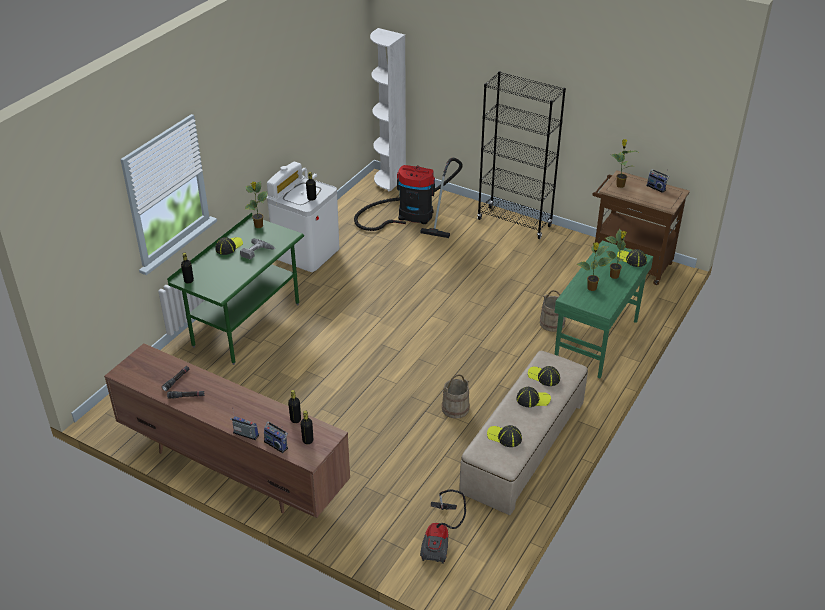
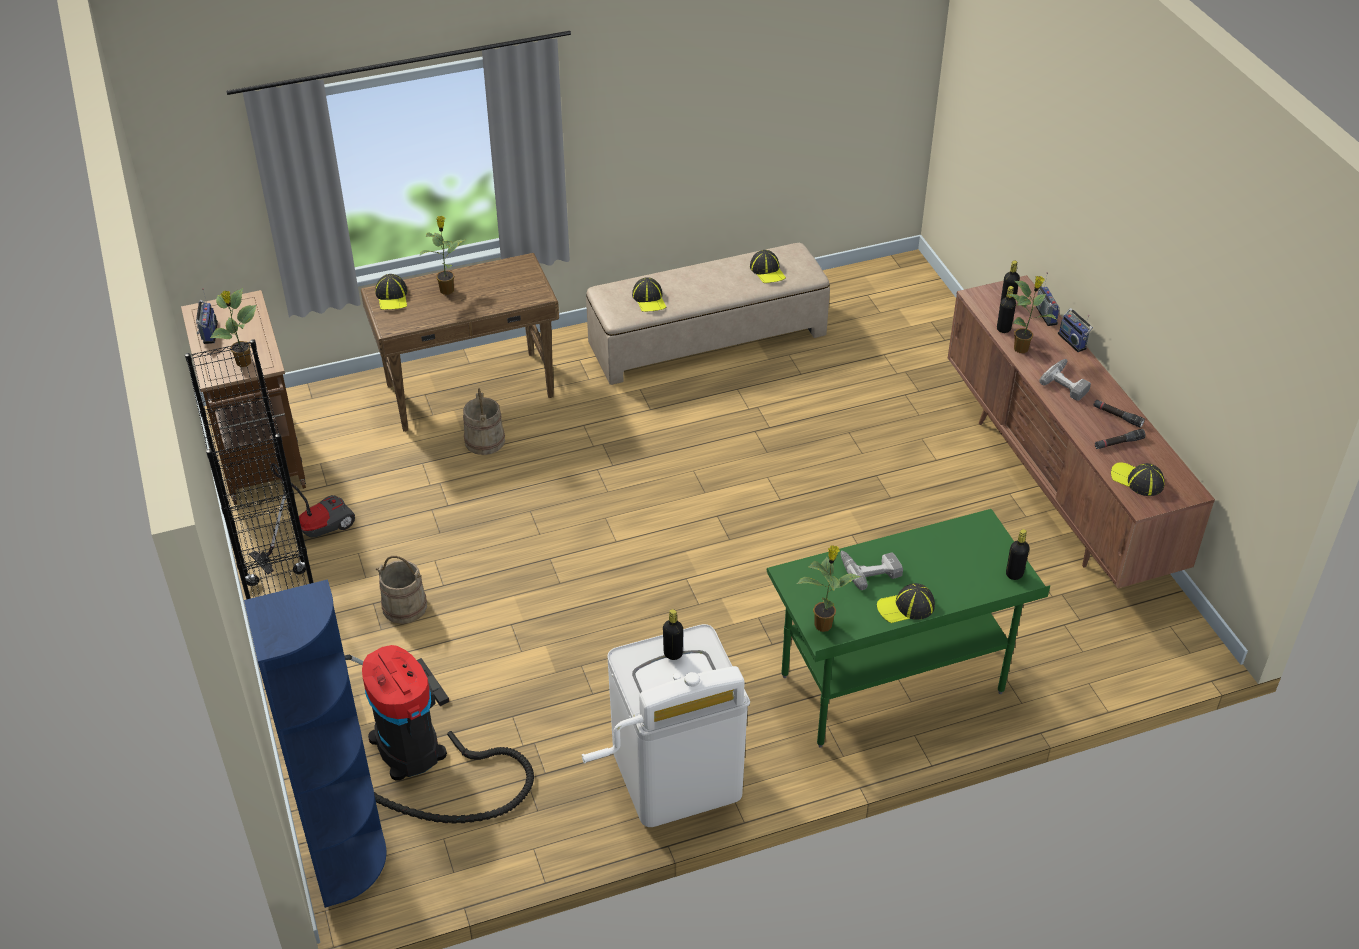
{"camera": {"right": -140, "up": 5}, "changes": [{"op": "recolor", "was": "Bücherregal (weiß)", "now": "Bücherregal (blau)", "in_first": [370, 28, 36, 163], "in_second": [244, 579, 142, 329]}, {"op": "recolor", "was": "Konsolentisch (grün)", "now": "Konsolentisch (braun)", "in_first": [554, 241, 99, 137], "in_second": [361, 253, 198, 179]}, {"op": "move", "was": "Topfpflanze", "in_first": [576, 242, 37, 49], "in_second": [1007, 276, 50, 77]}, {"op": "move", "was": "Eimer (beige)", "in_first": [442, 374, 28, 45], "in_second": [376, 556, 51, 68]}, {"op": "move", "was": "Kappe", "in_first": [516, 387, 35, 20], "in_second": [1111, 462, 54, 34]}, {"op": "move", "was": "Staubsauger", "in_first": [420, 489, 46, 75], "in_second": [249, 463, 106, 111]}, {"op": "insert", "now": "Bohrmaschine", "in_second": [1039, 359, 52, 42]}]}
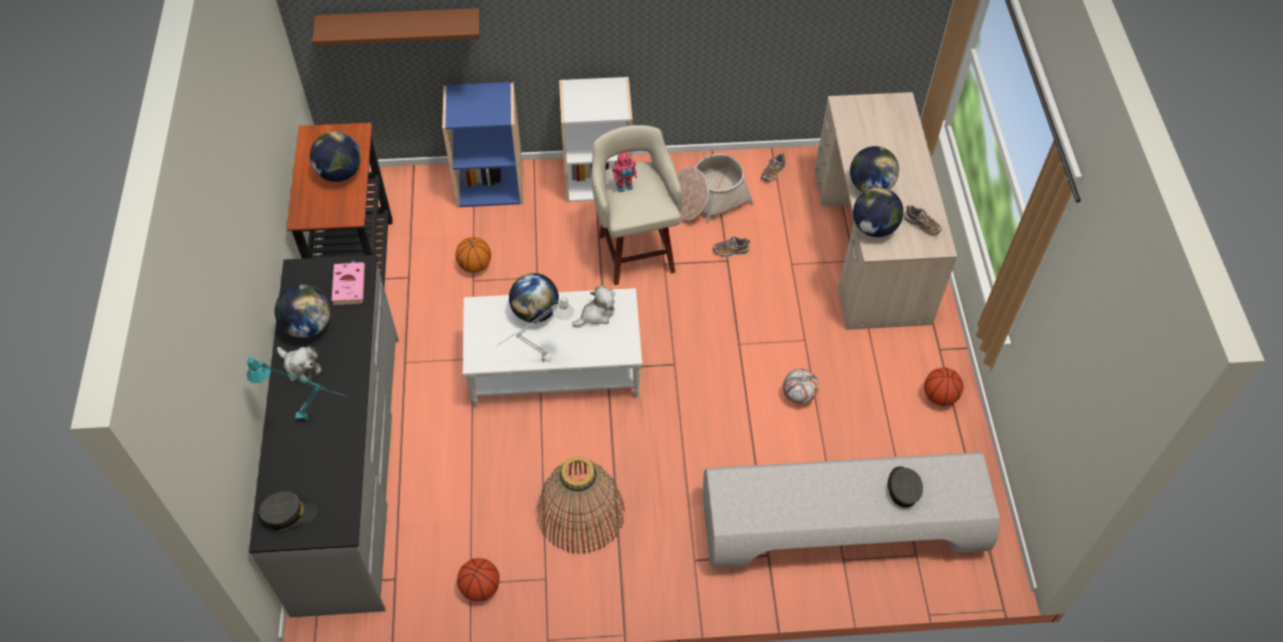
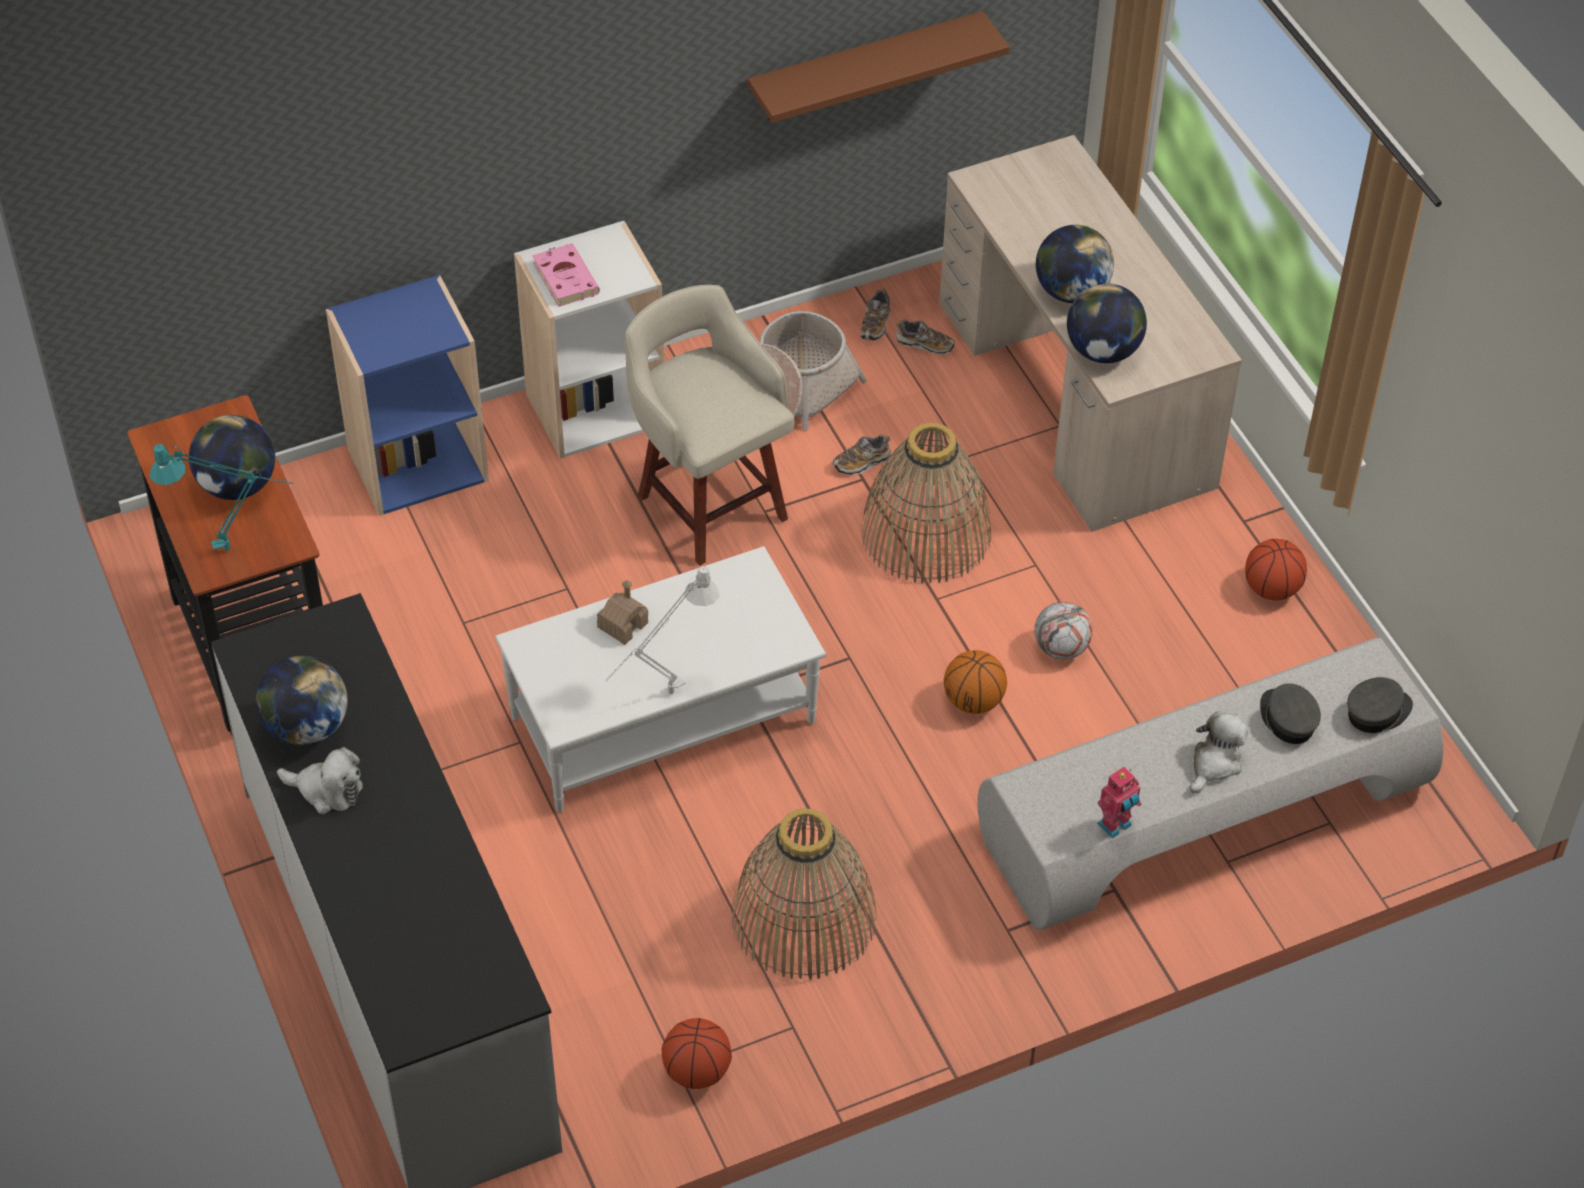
{"camera": {"right": -20, "up": -5}, "changes": [{"op": "move", "was": "Wandregal (braun)", "in_first": [312, 8, 168, 38], "in_second": [747, 11, 263, 112]}, {"op": "move", "was": "Spielzeugroboter", "in_first": [612, 152, 25, 40], "in_second": [1097, 767, 44, 72]}, {"op": "move", "was": "Schuh", "in_first": [904, 205, 38, 31], "in_second": [896, 319, 59, 36]}, {"op": "move", "was": "Basketball", "in_first": [455, 237, 36, 36], "in_second": [944, 650, 63, 64]}, {"op": "move", "was": "Buch (rosa)", "in_first": [332, 261, 33, 44], "in_second": [532, 243, 68, 64]}, {"op": "replace", "was": "Globus", "now": "Spielzeughaus", "in_first": [509, 273, 50, 50], "in_second": [597, 580, 51, 65]}, {"op": "move", "was": "Plüschtier", "in_first": [572, 285, 43, 43], "in_second": [1190, 711, 58, 82]}, {"op": "move", "was": "Tischlampe (türkis)", "in_first": [246, 357, 98, 63], "in_second": [149, 444, 145, 107]}, {"op": "move", "was": "Kappe (grau)", "in_first": [259, 491, 58, 39], "in_second": [1347, 677, 66, 56]}, {"op": "insert", "now": "Korb", "in_second": [861, 422, 130, 162]}]}
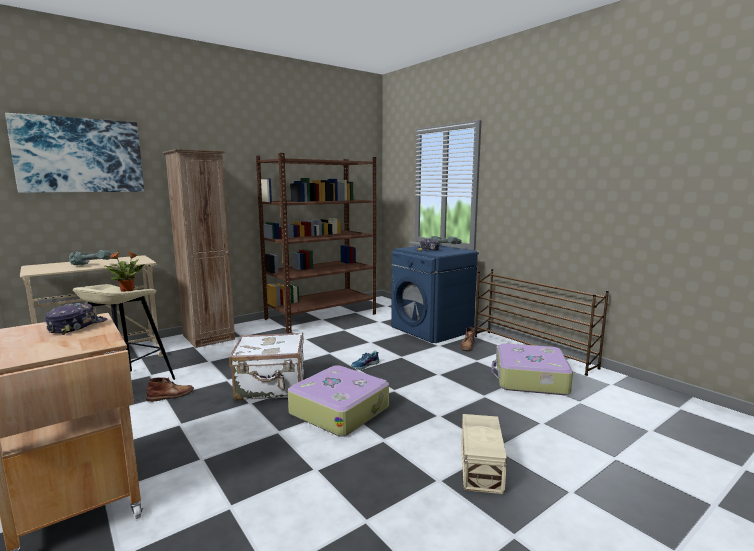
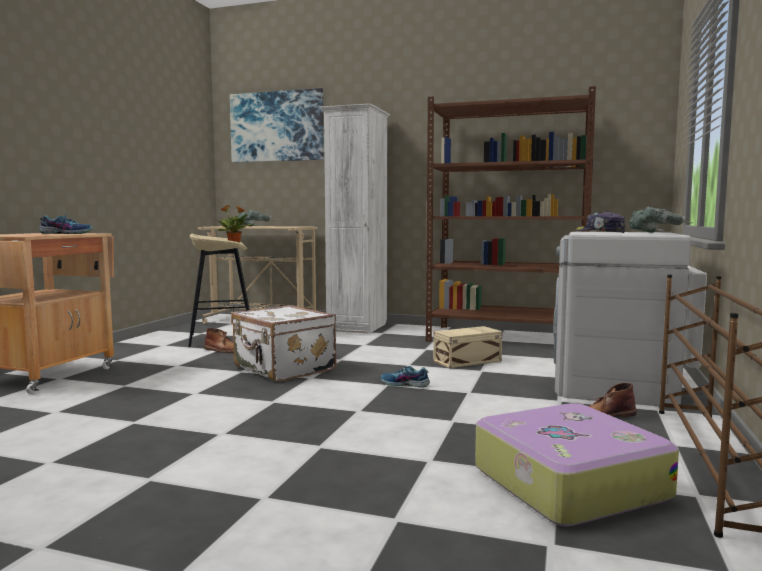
{"camera": {"right": 55, "up": -5}, "changes": [{"op": "recolor", "was": "Schrank (braun)", "now": "Schrank (weiß)", "in_first": [162, 149, 73, 199], "in_second": [320, 104, 70, 230]}, {"op": "recolor", "was": "Waschmaschine (blau)", "now": "Waschmaschine (weiß)", "in_first": [391, 246, 87, 97], "in_second": [553, 232, 138, 174]}, {"op": "replace", "was": "Kappe", "now": "Schuh", "in_first": [45, 303, 62, 32], "in_second": [39, 213, 54, 21]}, {"op": "delete", "was": "Koffer", "in_first": [288, 365, 101, 71]}, {"op": "move", "was": "Aufbewahrungsbox (beige)", "in_first": [461, 414, 46, 80], "in_second": [433, 326, 69, 42]}]}
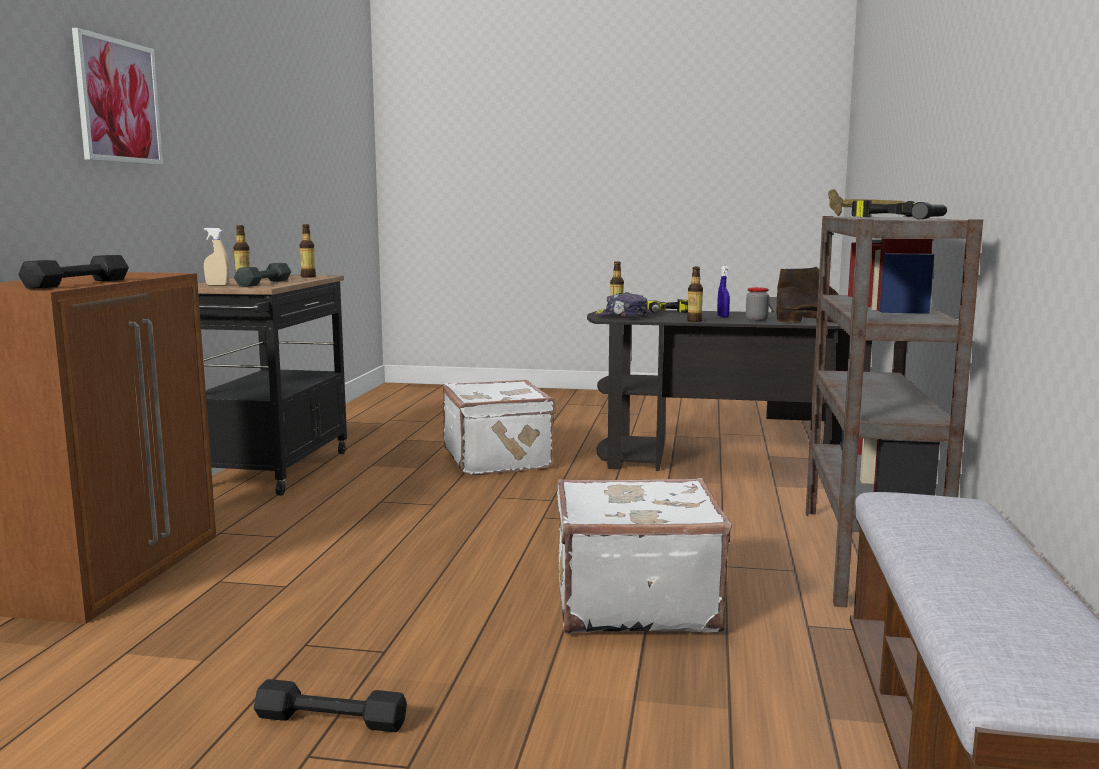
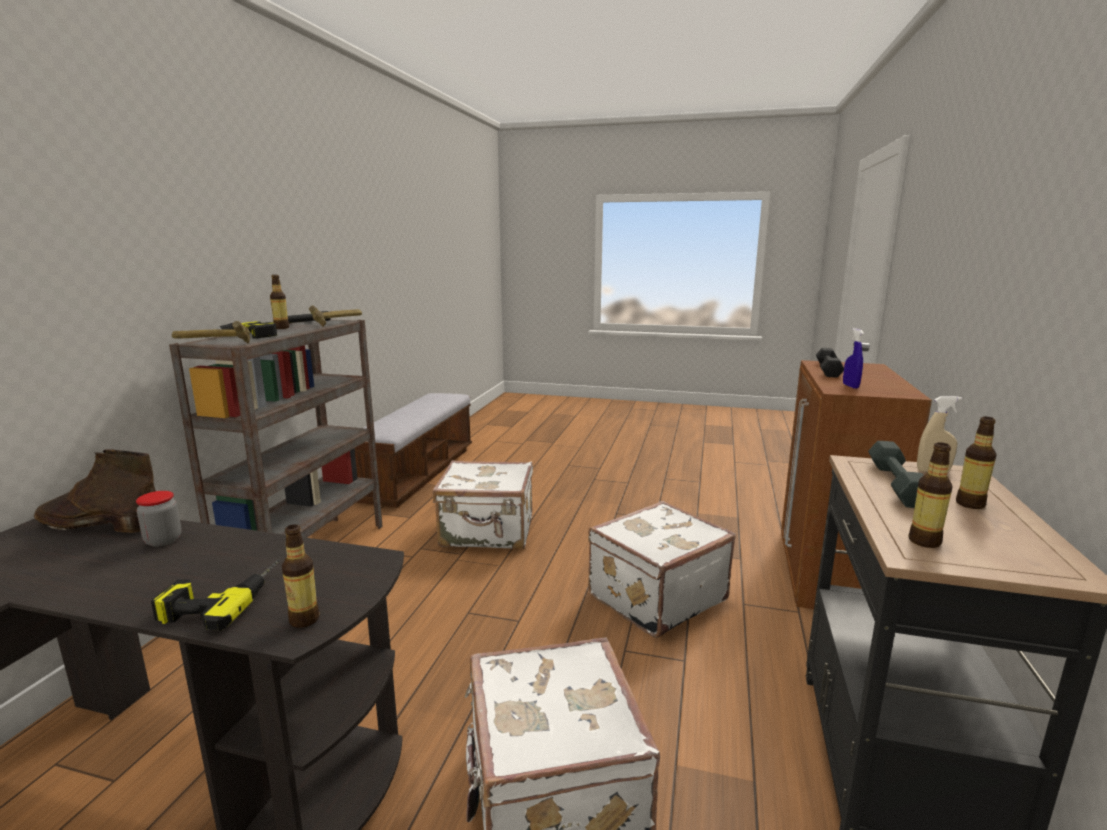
{"camera": {"right": -175, "up": 5}, "changes": [{"op": "delete", "was": "Bild", "in_first": [72, 28, 91, 137]}, {"op": "move", "was": "Sprühflasche (blau)", "in_first": [717, 266, 13, 52], "in_second": [843, 328, 21, 61]}, {"op": "move", "was": "Flasche", "in_first": [687, 267, 16, 55], "in_second": [270, 275, 19, 54]}, {"op": "delete", "was": "Kappe", "in_first": [595, 292, 54, 26]}, {"op": "delete", "was": "Hantel (schwarz)", "in_first": [254, 679, 153, 53]}, {"op": "insert", "now": "Hammer", "in_second": [309, 305, 53, 22]}, {"op": "insert", "now": "Koffer (weiß)", "in_second": [588, 501, 148, 137]}]}
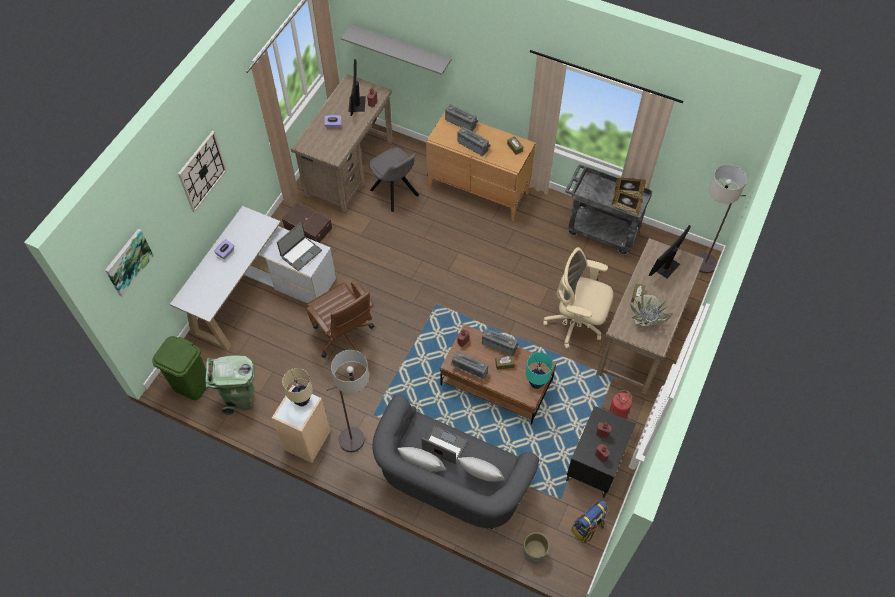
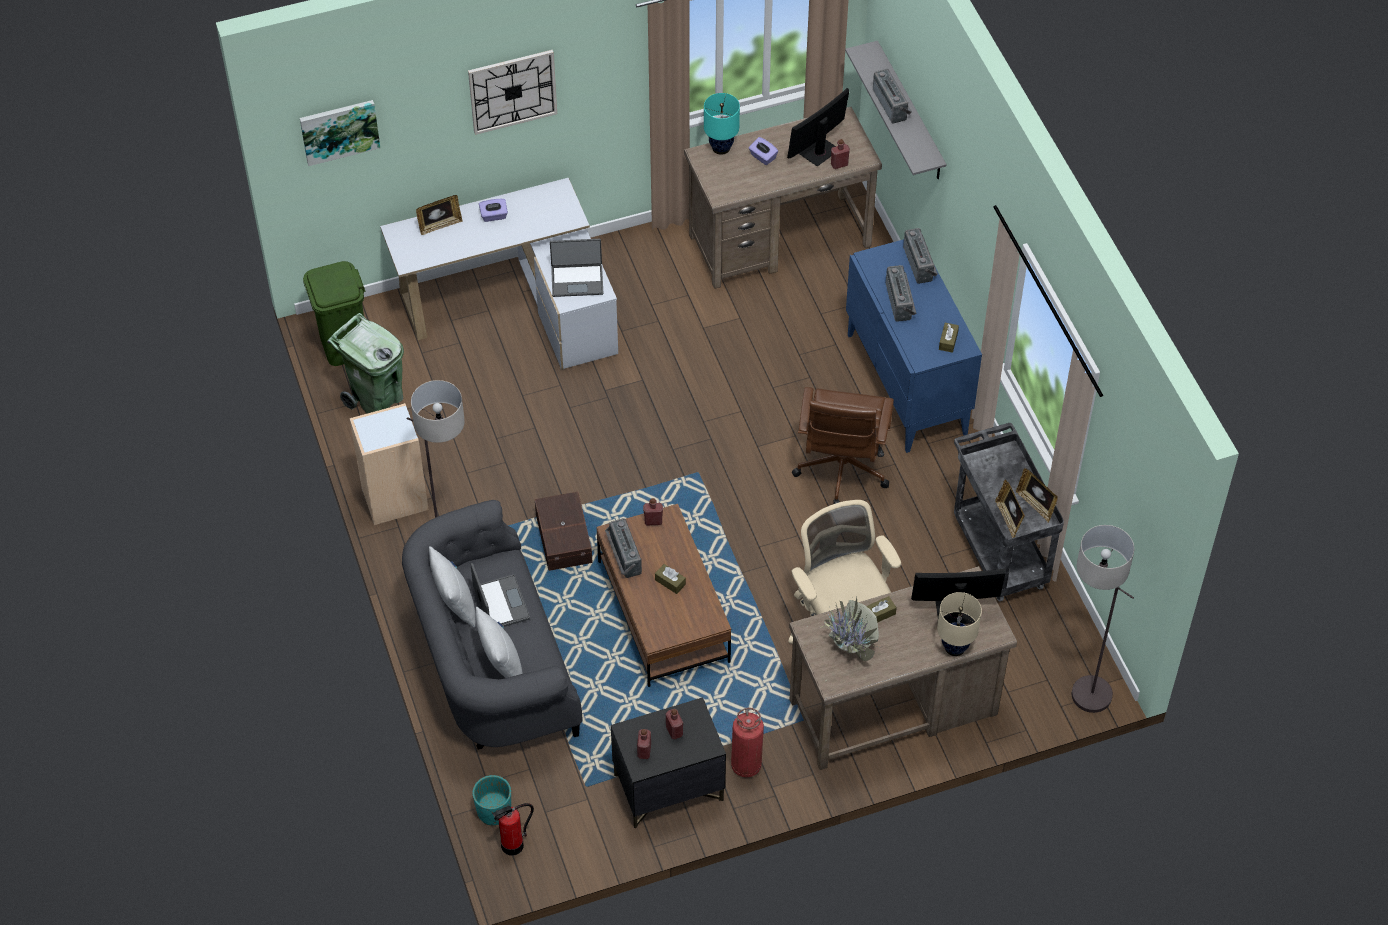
{"camera": {"right": 45, "up": -5}, "changes": [{"op": "recolor", "was": "Schrank (braun)", "now": "Schrank (blau)", "in_first": [426, 112, 110, 109], "in_second": [846, 239, 136, 214]}, {"op": "delete", "was": "Stuhl (grau)", "in_first": [369, 148, 50, 64]}, {"op": "move", "was": "Aufbewahrungsbox (braun)", "in_first": [282, 202, 50, 41], "in_second": [535, 492, 58, 79]}, {"op": "move", "was": "Bürostuhl (braun)", "in_first": [306, 280, 68, 78], "in_second": [792, 387, 102, 117]}, {"op": "move", "was": "Radio", "in_first": [482, 328, 37, 28], "in_second": [873, 69, 39, 54]}, {"op": "move", "was": "Tischlampe (türkis)", "in_first": [526, 352, 27, 37], "in_second": [704, 93, 36, 62]}, {"op": "move", "was": "Tischlampe (beige)", "in_first": [282, 368, 31, 38], "in_second": [937, 592, 45, 64]}, {"op": "delete", "was": "Rucksack", "in_first": [571, 500, 37, 43]}, {"op": "recolor", "was": "Pflanzkübel (grau)", "now": "Pflanzkübel (türkis)", "in_first": [523, 532, 27, 31], "in_second": [473, 775, 38, 50]}, {"op": "insert", "now": "Bilderrahmen", "in_second": [416, 195, 47, 40]}, {"op": "insert", "now": "Feuerlöscher", "in_second": [492, 803, 42, 53]}]}
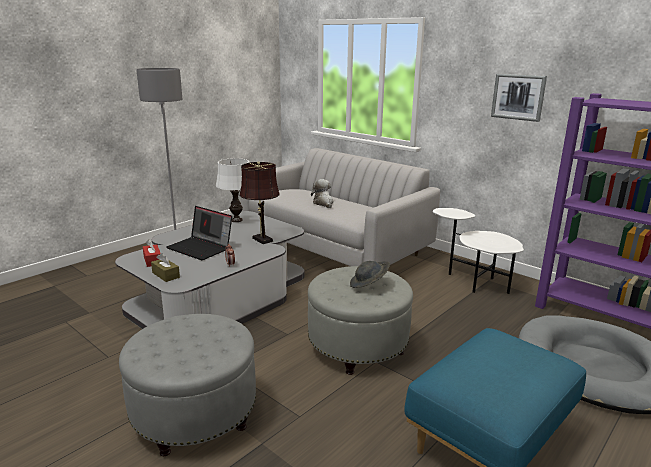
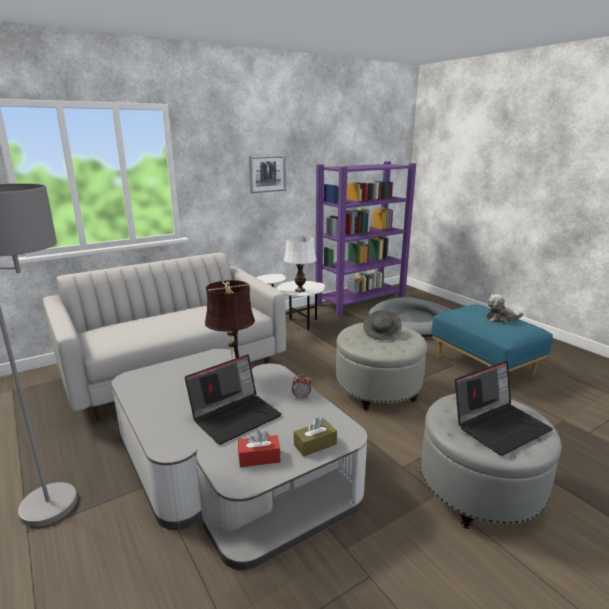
{"camera": {"right": -75, "up": 0}, "changes": [{"op": "move", "was": "Tischlampe (weiß)", "in_first": [216, 158, 33, 64], "in_second": [284, 236, 33, 56]}, {"op": "move", "was": "Plüschtier", "in_first": [311, 179, 23, 29], "in_second": [486, 294, 37, 29]}, {"op": "insert", "now": "Laptop", "in_second": [455, 361, 98, 95]}]}
